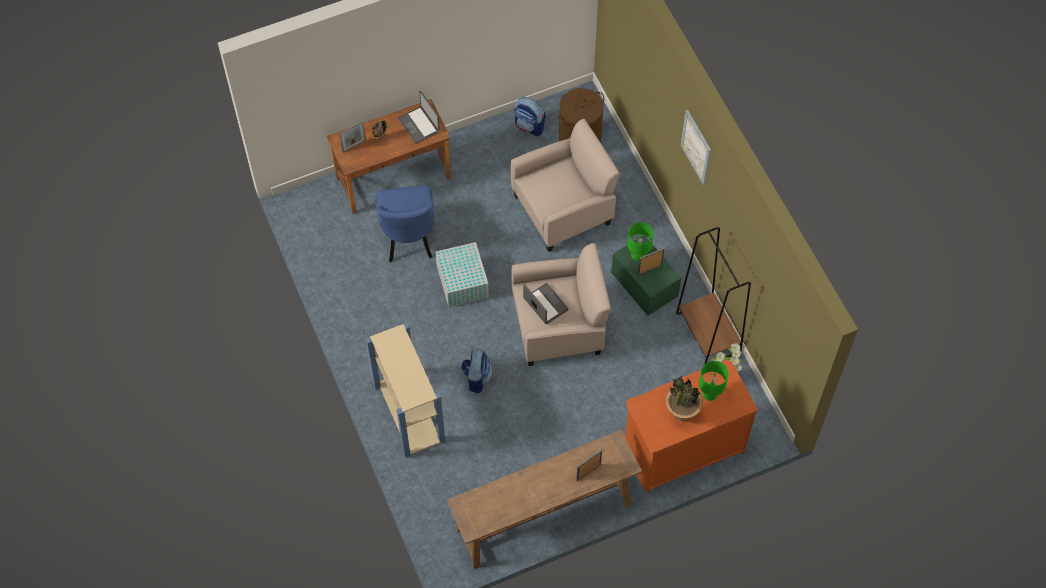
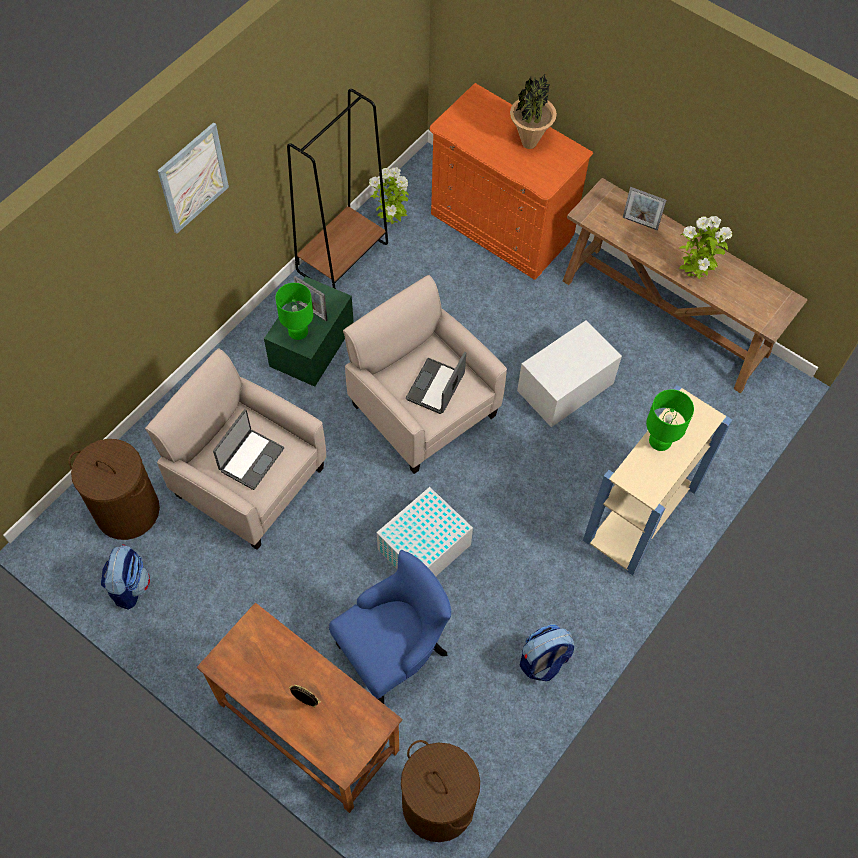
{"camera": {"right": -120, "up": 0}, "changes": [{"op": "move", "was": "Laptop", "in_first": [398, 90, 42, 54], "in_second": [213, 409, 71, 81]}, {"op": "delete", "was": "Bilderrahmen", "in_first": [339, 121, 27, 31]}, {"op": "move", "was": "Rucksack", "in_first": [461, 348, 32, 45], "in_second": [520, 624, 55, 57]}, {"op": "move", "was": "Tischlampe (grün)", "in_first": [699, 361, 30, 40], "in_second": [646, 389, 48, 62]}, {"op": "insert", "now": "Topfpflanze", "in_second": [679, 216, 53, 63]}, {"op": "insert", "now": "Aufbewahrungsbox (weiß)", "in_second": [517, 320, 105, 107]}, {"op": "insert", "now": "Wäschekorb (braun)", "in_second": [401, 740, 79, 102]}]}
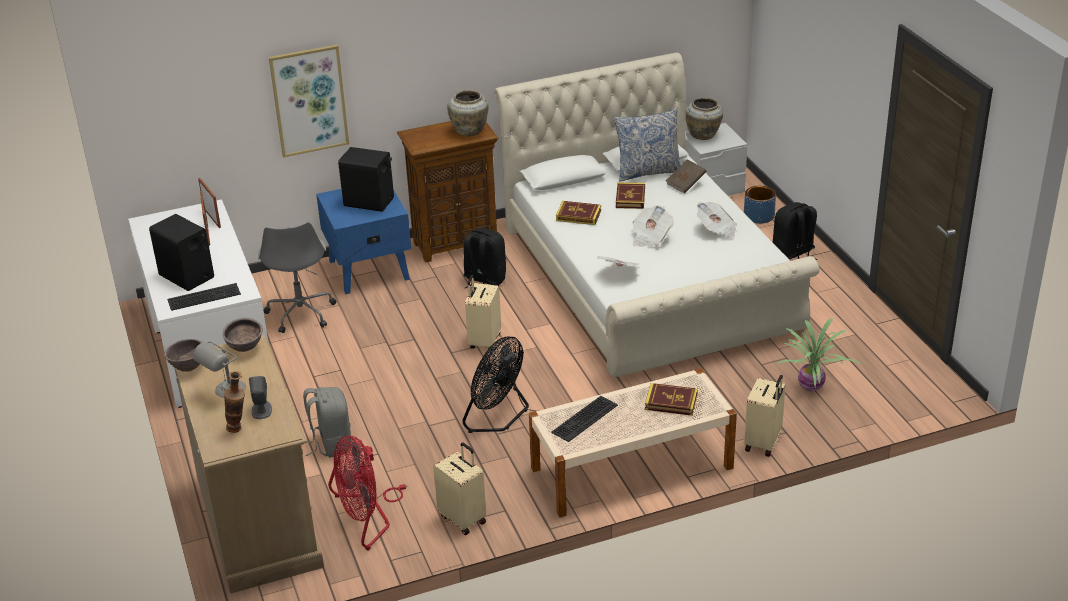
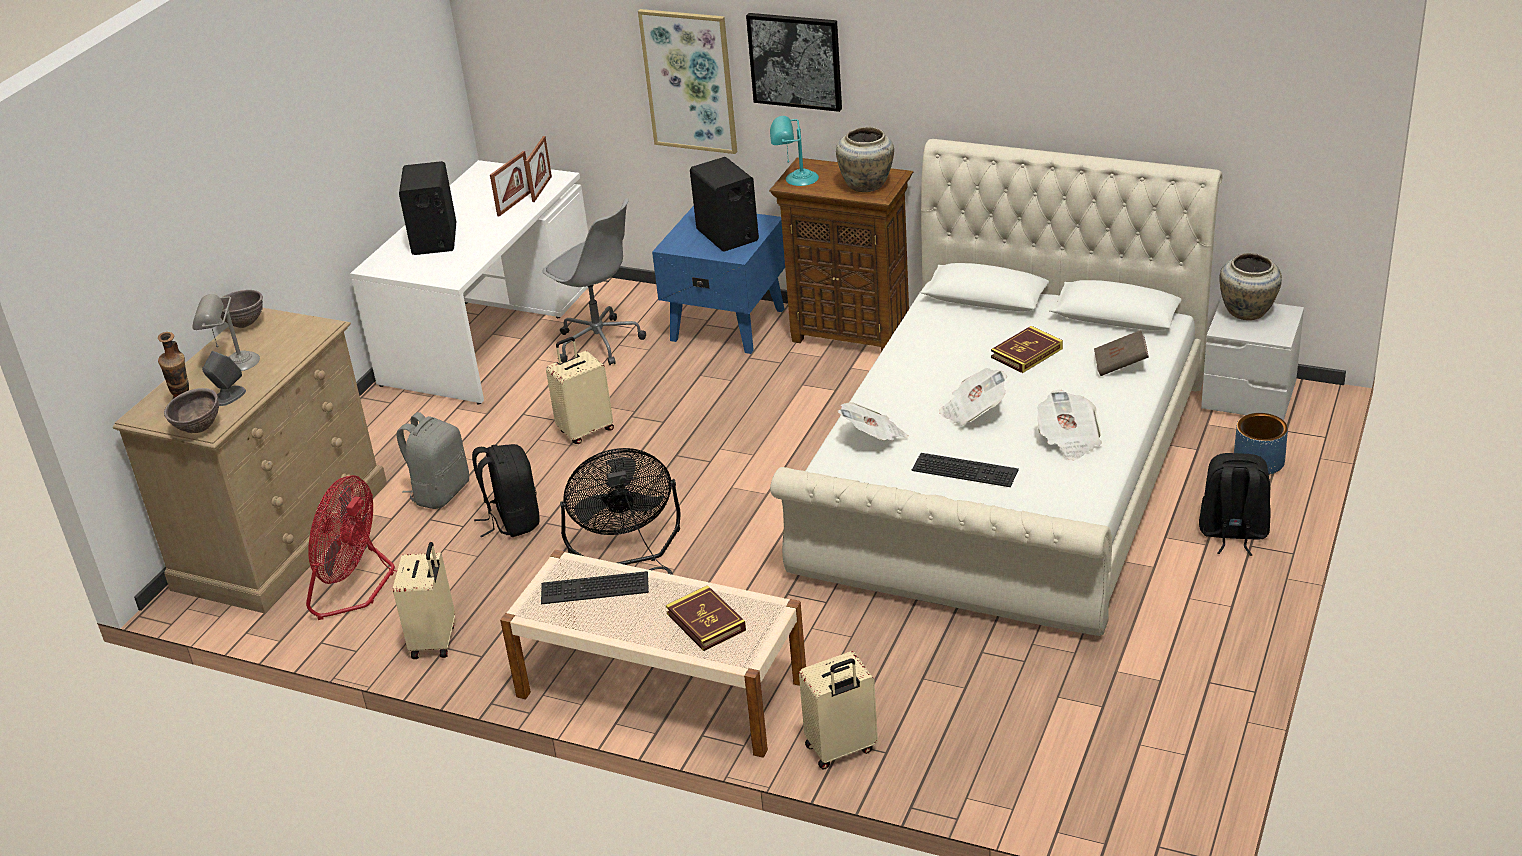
{"camera": {"right": 45, "up": 0}, "changes": [{"op": "delete", "was": "Kissen", "in_first": [614, 108, 67, 74]}, {"op": "delete", "was": "Buch", "in_first": [556, 201, 45, 24]}, {"op": "rotate", "was": "Bürostuhl (grau)", "in_first": [258, 222, 79, 111], "in_second": [542, 198, 104, 167], "clockwise": -90}, {"op": "move", "was": "Rucksack (schwarz)", "in_first": [464, 228, 42, 61], "in_second": [472, 444, 68, 93]}, {"op": "move", "was": "Koffer (beige)", "in_first": [465, 275, 36, 76], "in_second": [546, 337, 68, 107]}, {"op": "move", "was": "Tastatur", "in_first": [167, 283, 74, 28], "in_second": [912, 453, 107, 34]}, {"op": "move", "was": "Schüssel (braun)", "in_first": [223, 318, 40, 34], "in_second": [164, 388, 55, 45]}, {"op": "delete", "was": "Topfpflanze", "in_first": [776, 318, 87, 73]}, {"op": "insert", "now": "Bild", "in_second": [746, 13, 96, 99]}, {"op": "insert", "now": "Tischlampe (türkis)", "in_second": [770, 116, 49, 70]}]}
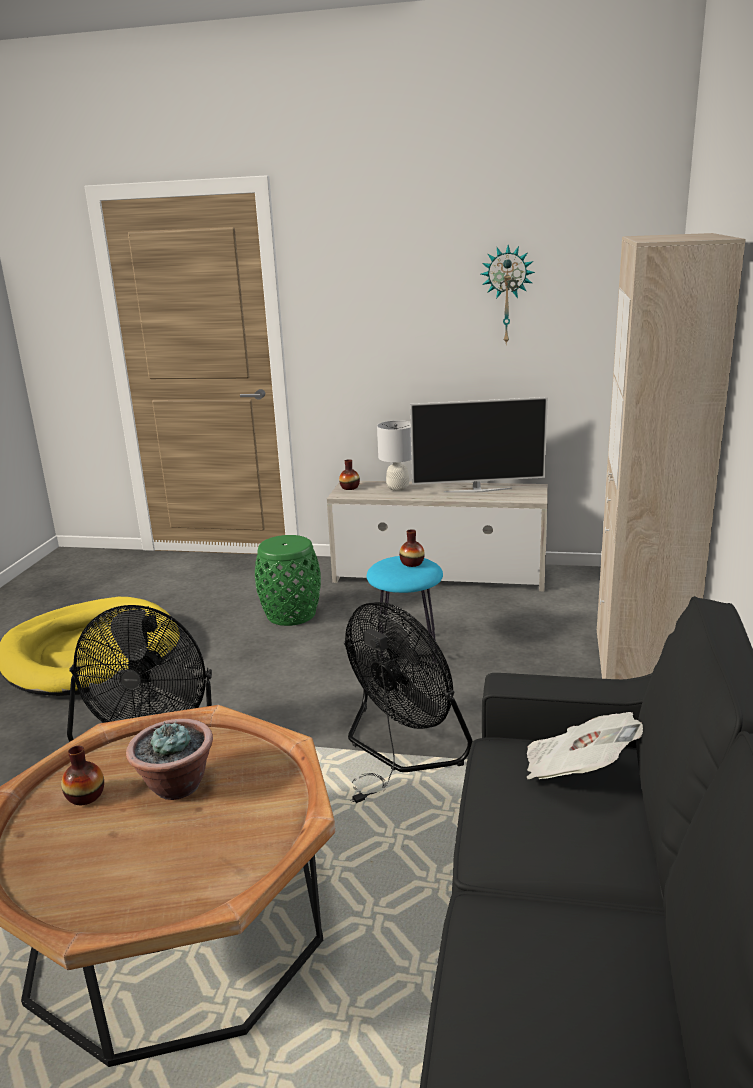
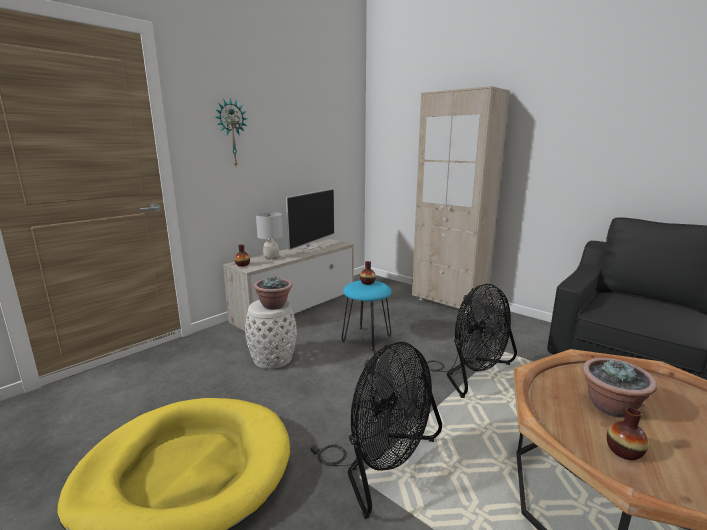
{"camera": {"right": -60, "up": -5}, "changes": [{"op": "move", "was": "Wanduhr", "in_first": [481, 245, 54, 99], "in_second": [215, 98, 32, 68]}, {"op": "recolor", "was": "Hocker (grün)", "now": "Hocker (weiß)", "in_first": [255, 535, 66, 91], "in_second": [245, 300, 52, 69]}, {"op": "rotate", "was": "Ventilator (schwarz)", "in_first": [344, 602, 128, 201], "in_second": [418, 284, 99, 114], "clockwise": 150}, {"op": "delete", "was": "Zeitung", "in_first": [527, 712, 116, 67]}, {"op": "insert", "now": "Topfpflanze", "in_second": [253, 276, 39, 34]}]}
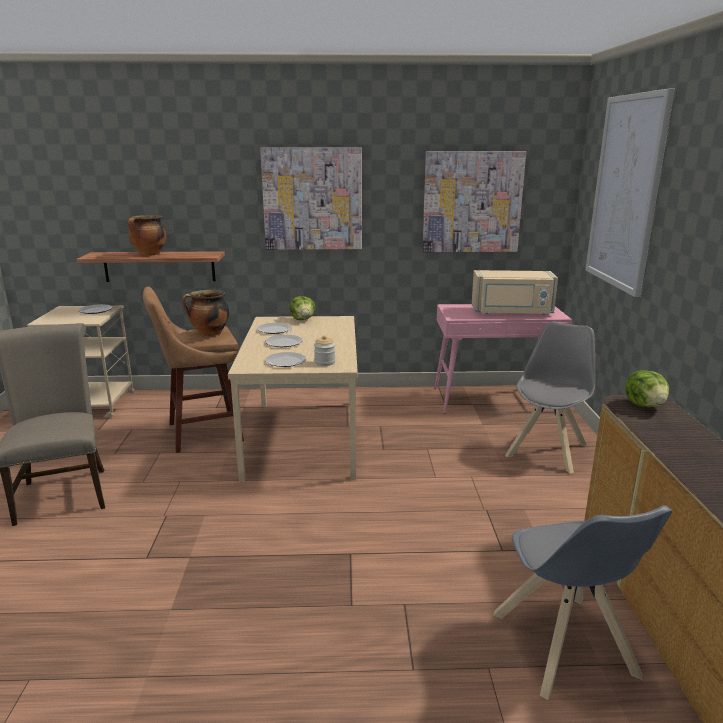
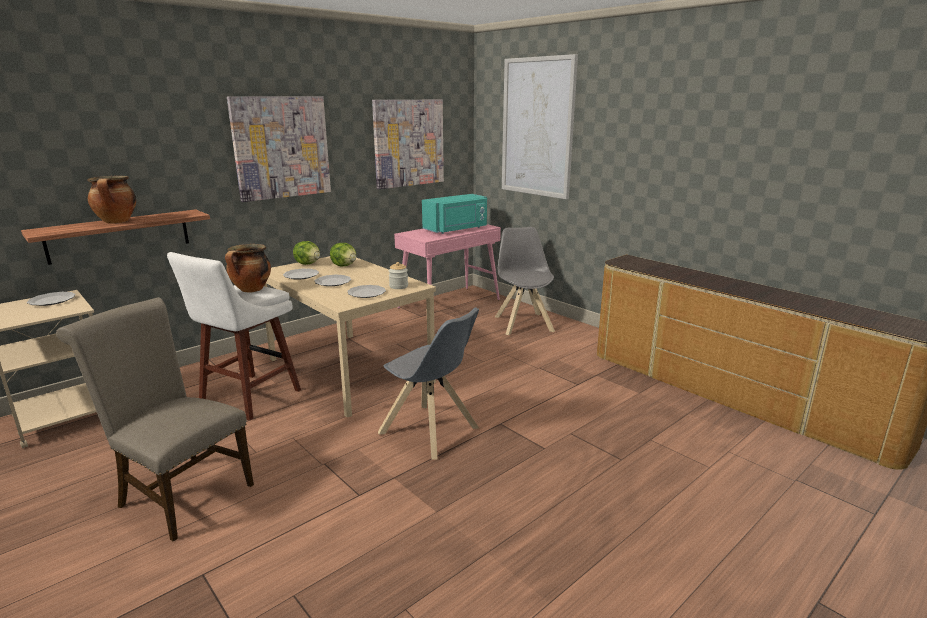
{"camera": {"right": -40, "up": 0}, "changes": [{"op": "recolor", "was": "Mikrowelle (beige)", "now": "Mikrowelle (türkis)", "in_first": [472, 270, 86, 45], "in_second": [422, 194, 65, 40]}, {"op": "recolor", "was": "Hocker (braun)", "now": "Hocker (weiß)", "in_first": [143, 287, 101, 166], "in_second": [167, 252, 134, 169]}, {"op": "move", "was": "Salatkopf", "in_first": [625, 370, 44, 38], "in_second": [330, 243, 26, 23]}, {"op": "move", "was": "Stuhl (grau)", "in_first": [493, 505, 179, 195], "in_second": [378, 308, 101, 152]}]}
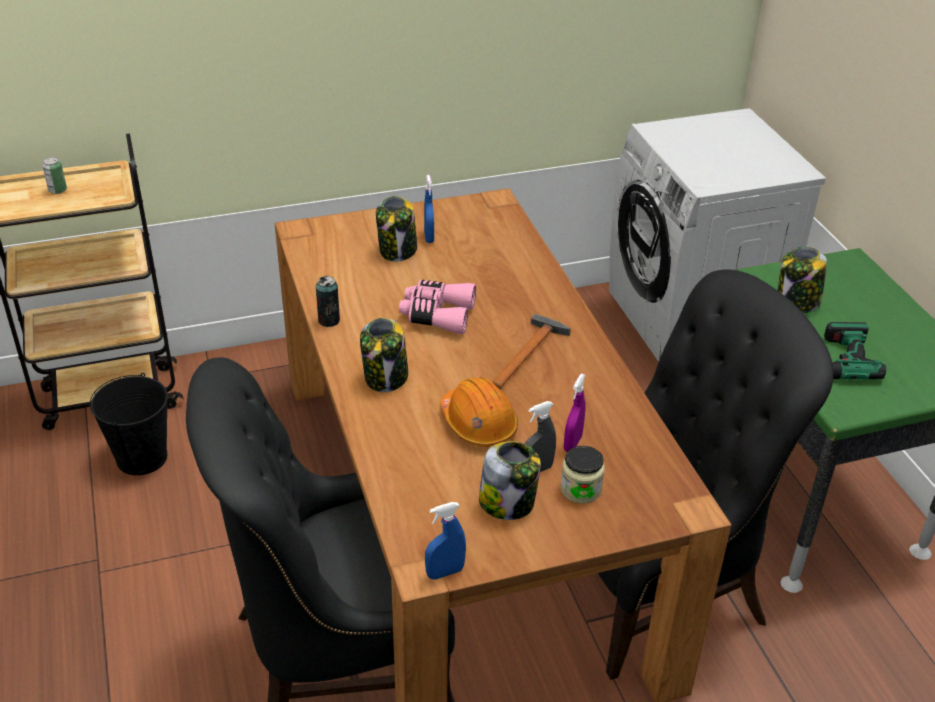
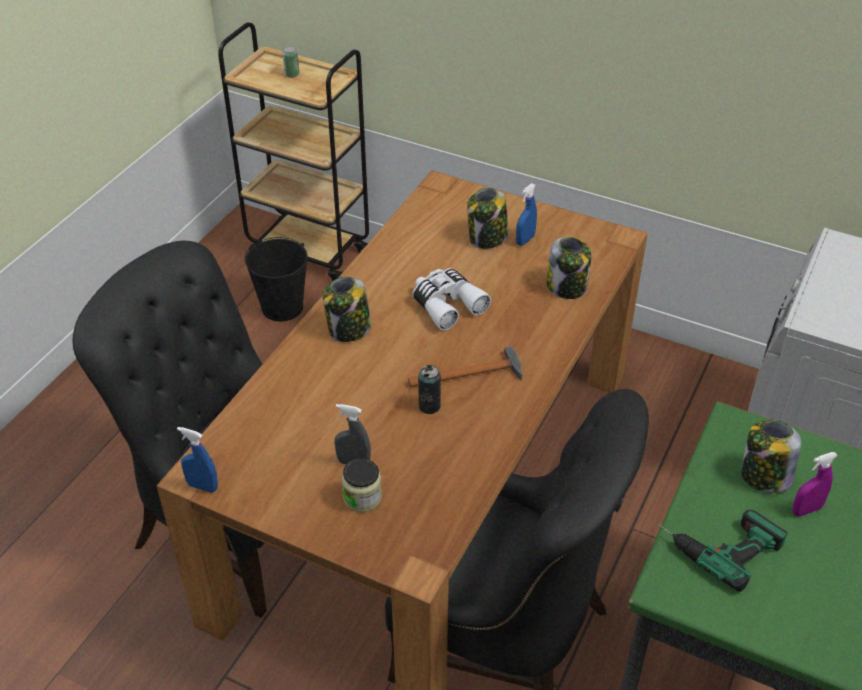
{"camera": {"right": 45, "up": 5}, "changes": [{"op": "move", "was": "Dose", "in_first": [316, 276, 24, 51], "in_second": [418, 365, 23, 49]}, {"op": "recolor", "was": "Fernglas (rosa)", "now": "Fernglas (weiß)", "in_first": [399, 280, 77, 54], "in_second": [412, 268, 79, 62]}, {"op": "move", "was": "Sprühflasche (lila)", "in_first": [564, 374, 22, 78], "in_second": [793, 452, 45, 64]}, {"op": "delete", "was": "Schutzhelm (orange)", "in_first": [440, 377, 78, 70]}, {"op": "move", "was": "Vorratsglas", "in_first": [479, 441, 62, 79], "in_second": [547, 237, 44, 62]}]}
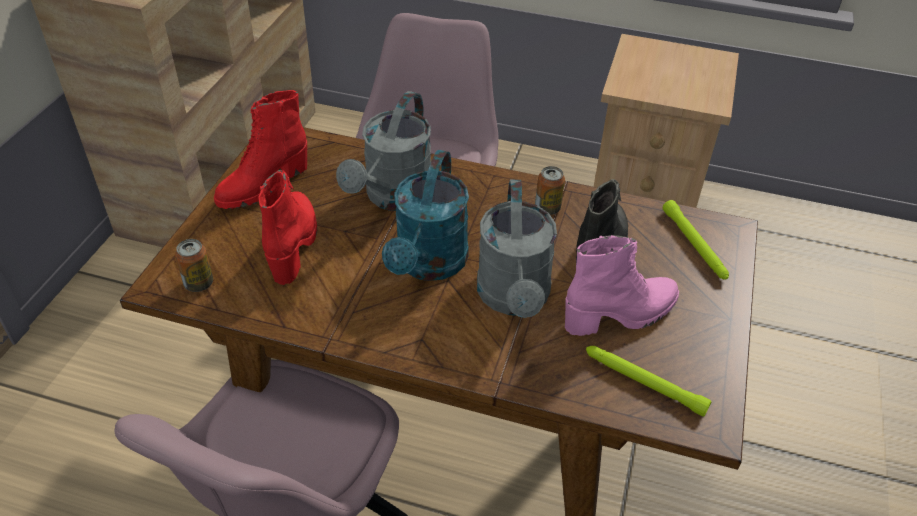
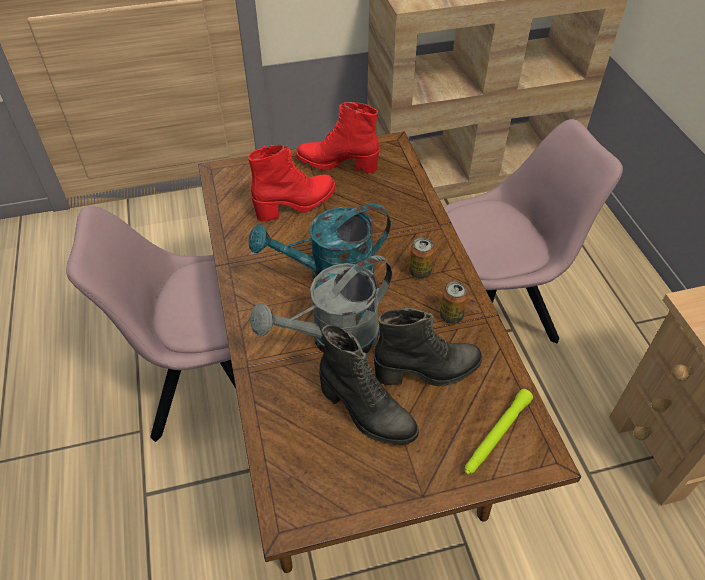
{"camera": {"right": 60, "up": 5}, "changes": [{"op": "delete", "was": "Gießkanne (grau)", "in_first": [336, 91, 95, 120]}, {"op": "recolor", "was": "Stiefel (rosa)", "now": "Stiefel (schwarz)", "in_first": [565, 235, 114, 101], "in_second": [319, 325, 100, 120]}, {"op": "move", "was": "Dose", "in_first": [175, 239, 38, 53], "in_second": [409, 237, 26, 42]}, {"op": "delete", "was": "Taschenlampe (grün)", "in_first": [586, 346, 126, 70]}]}
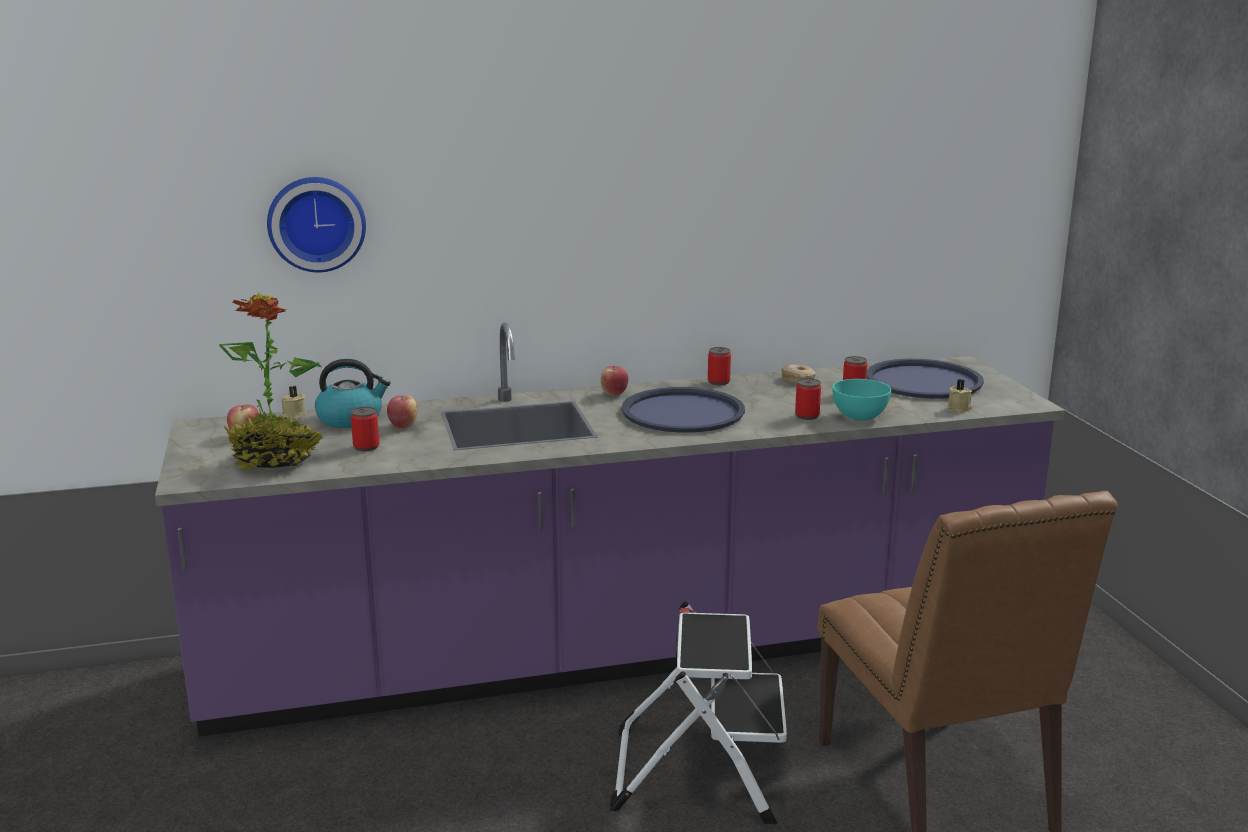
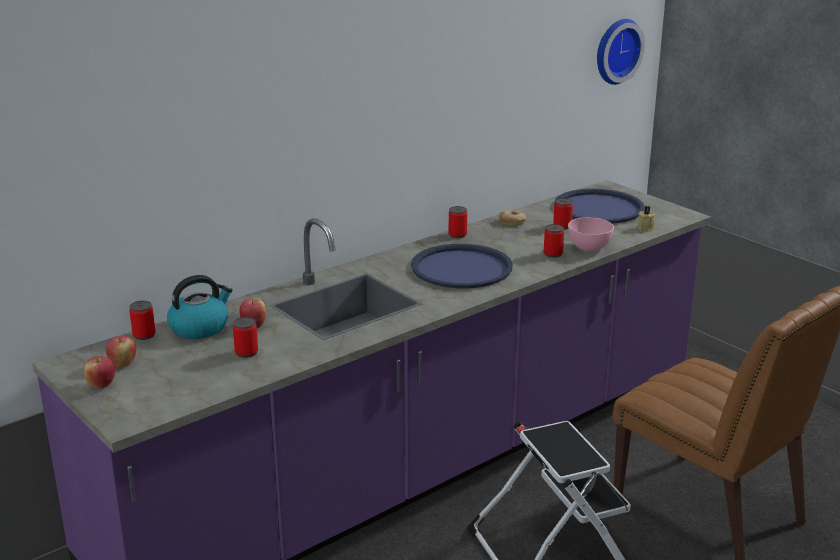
{"camera": {"right": -25, "up": 5}, "changes": [{"op": "move", "was": "Wanduhr", "in_first": [267, 177, 99, 95], "in_second": [597, 19, 48, 66]}, {"op": "delete", "was": "Topfpflanze", "in_first": [219, 292, 104, 179]}, {"op": "move", "was": "Apfel", "in_first": [601, 366, 27, 30], "in_second": [84, 356, 31, 33]}, {"op": "recolor", "was": "Schüssel (türkis)", "now": "Schüssel (rosa)", "in_first": [832, 379, 59, 42], "in_second": [568, 217, 46, 34]}, {"op": "replace", "was": "Kerze (beige)", "now": "Dose", "in_first": [282, 386, 24, 33], "in_second": [129, 301, 27, 39]}]}
